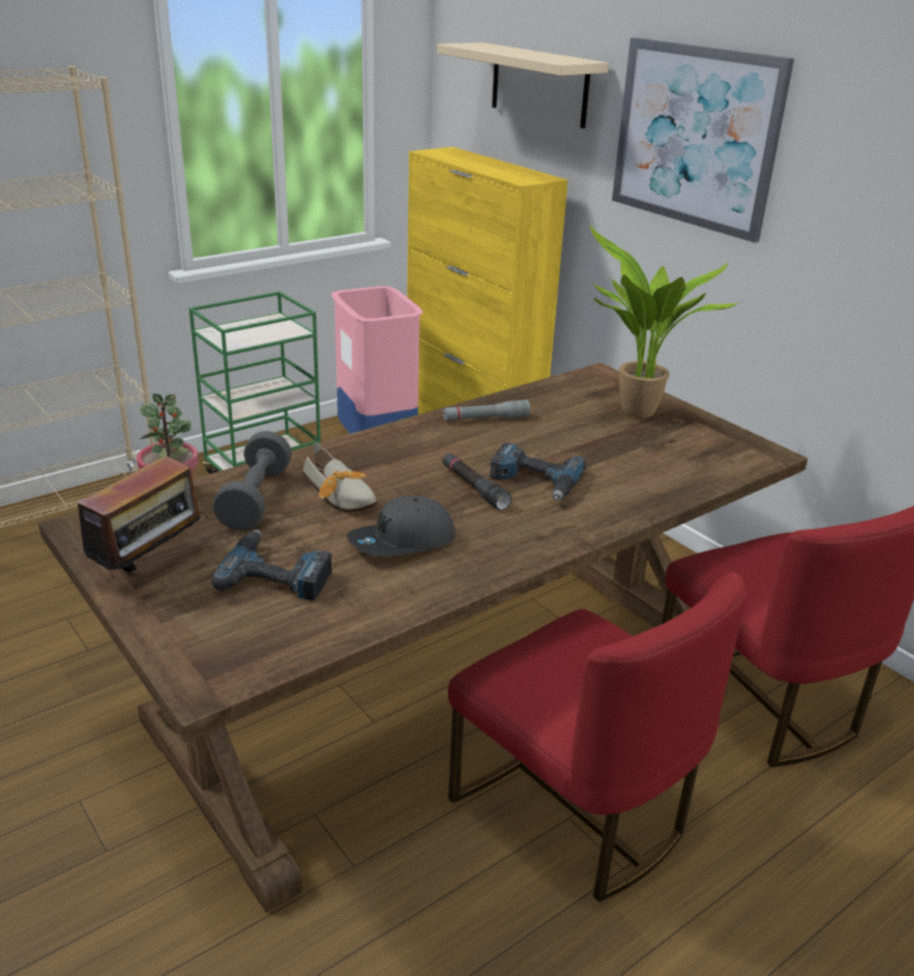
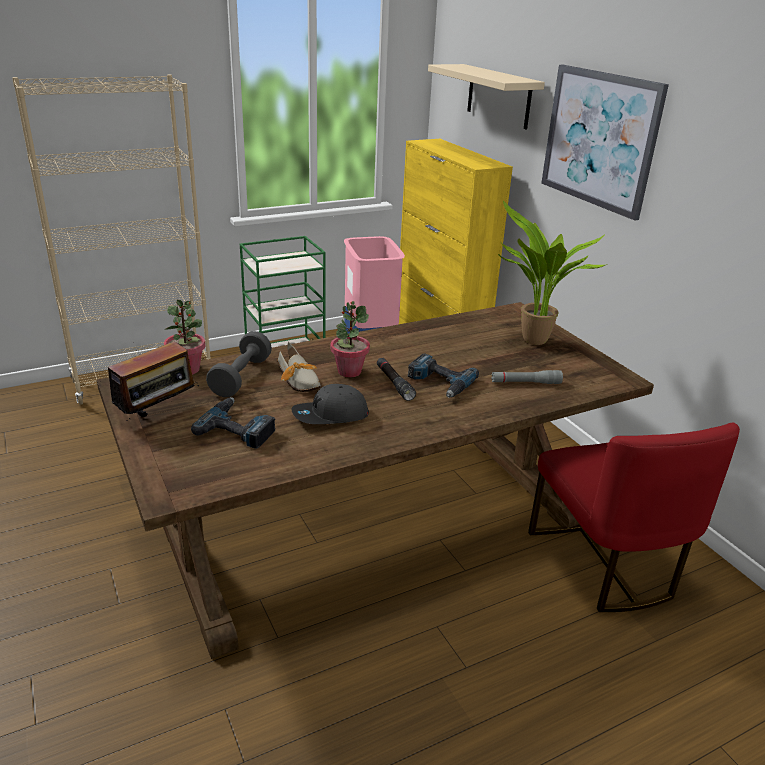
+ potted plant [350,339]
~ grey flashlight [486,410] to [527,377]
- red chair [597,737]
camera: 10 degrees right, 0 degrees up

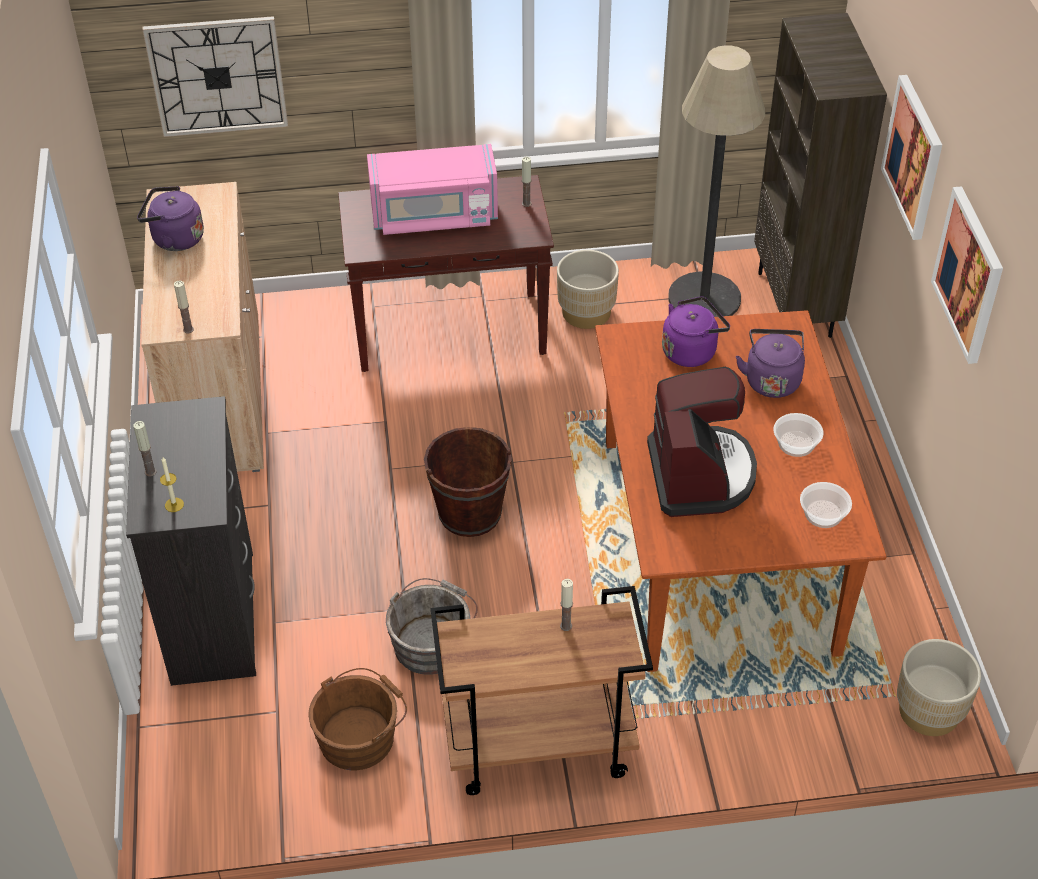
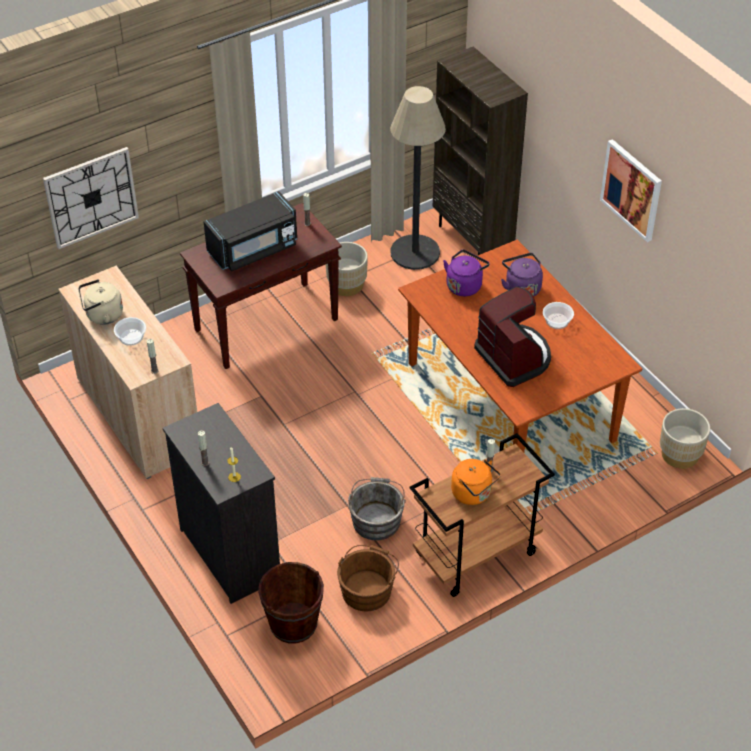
~ purple kettle [170,218] to beige kettle [100,302]
~ bowl [826,505] to [130,331]
~ pink microwave [432,189] to black microwave [250,231]
~ brown bucket [468,482] to [291,603]
+ orange kettle [476,482]
- picture [911,157]
camera: 25 degrees left, 0 degrees up

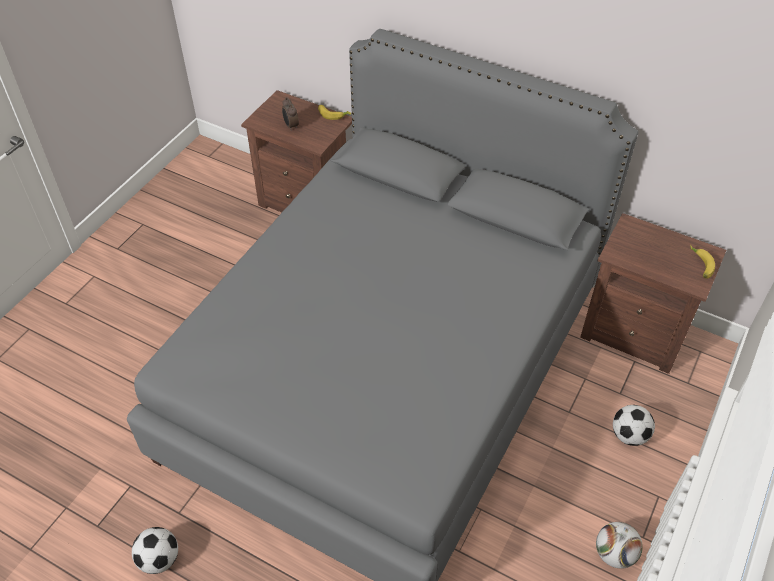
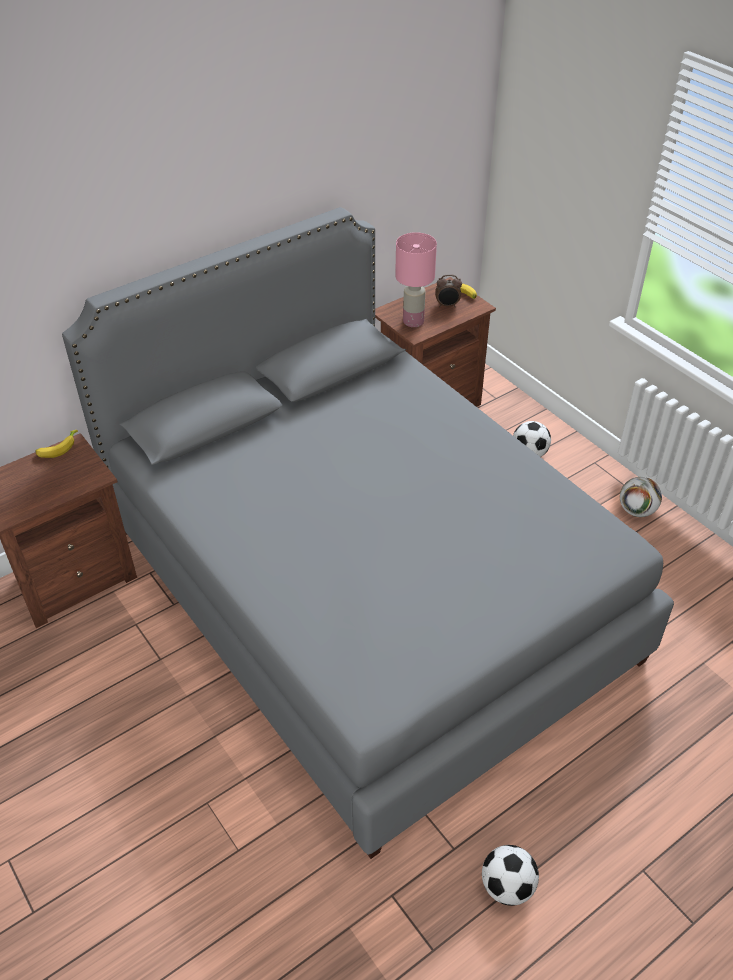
+ pink table lamp [416,279]
~ alarm clock [290,114] to [448,290]
camera: 65 degrees left, 5 degrees down

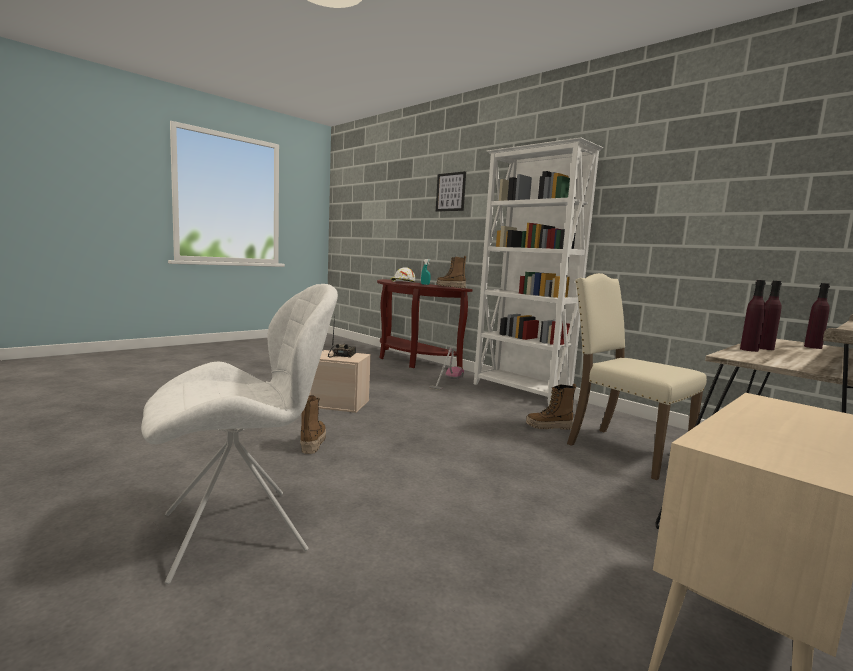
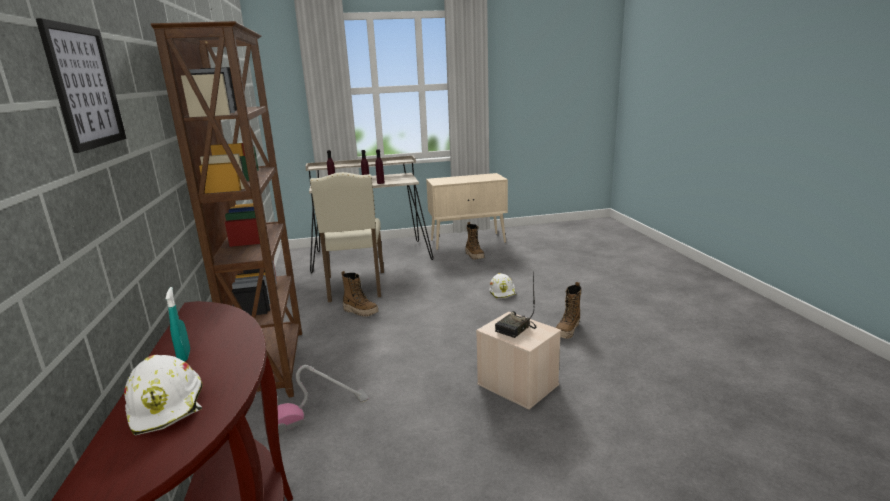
~ white bookcase [538,271] to brown bookcase [226,209]
~ boot [451,272] to [475,241]
+ white hard hat [502,286]
- white chair [239,434]
camera: 145 degrees left, 10 degrees up

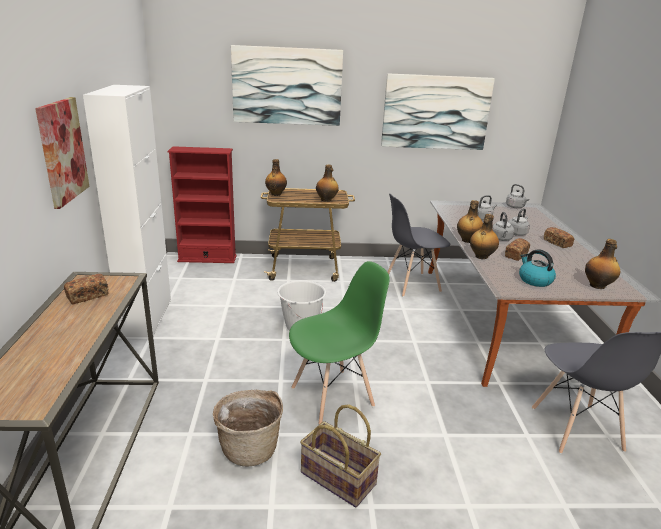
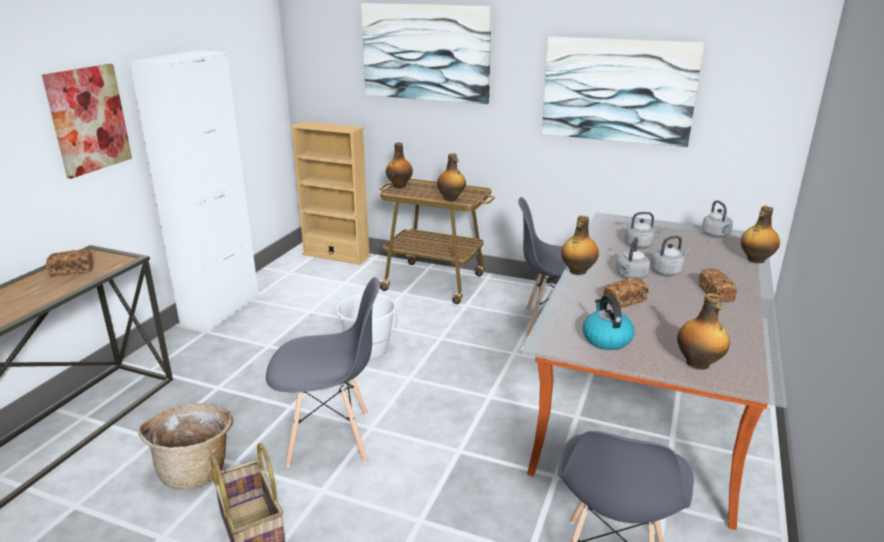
~ green chair [339,342] to grey chair [323,372]
~ red bookcase [202,204] to beige bookcase [330,193]
~ bottle [484,236] to [760,234]
camera: 25 degrees right, 0 degrees up

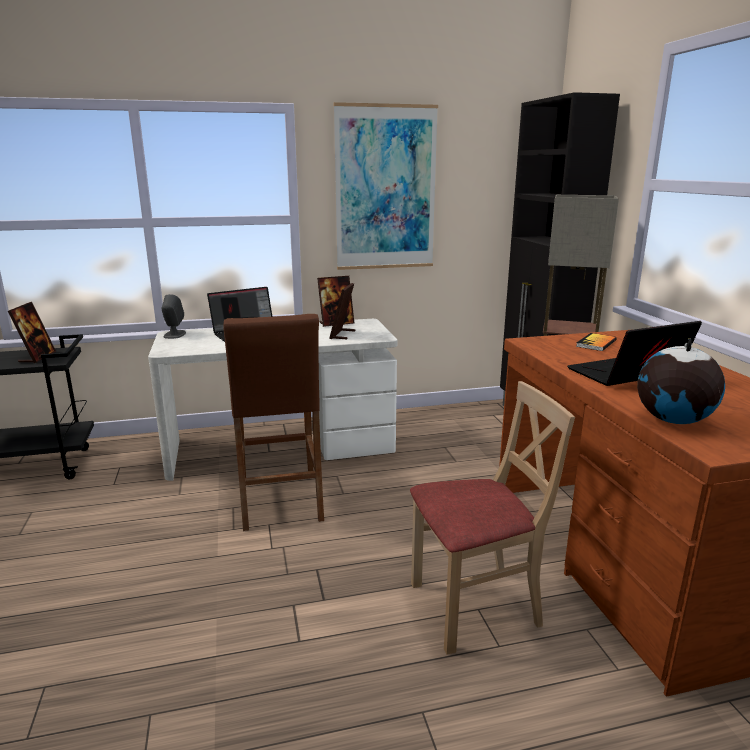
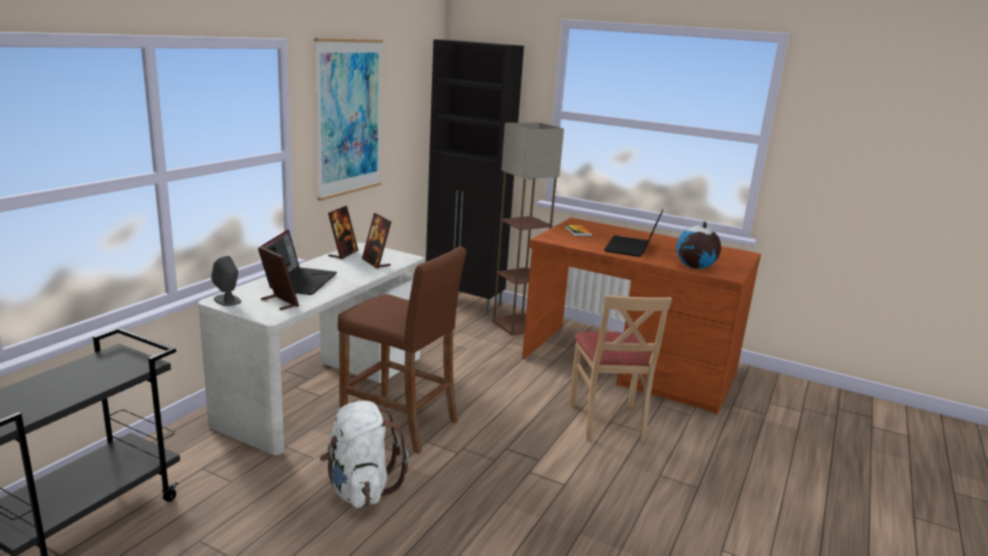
~ picture frame [32,332] to [278,278]
+ white backpack [364,454]
~ beige chair [492,517] = [620,368] 150 degrees clockwise
camera: 50 degrees left, 0 degrees up

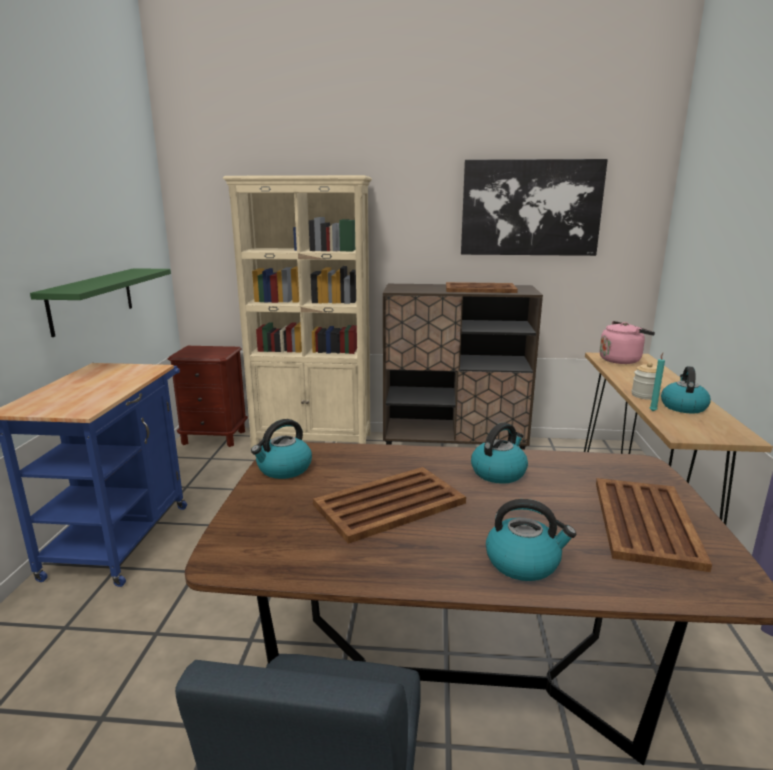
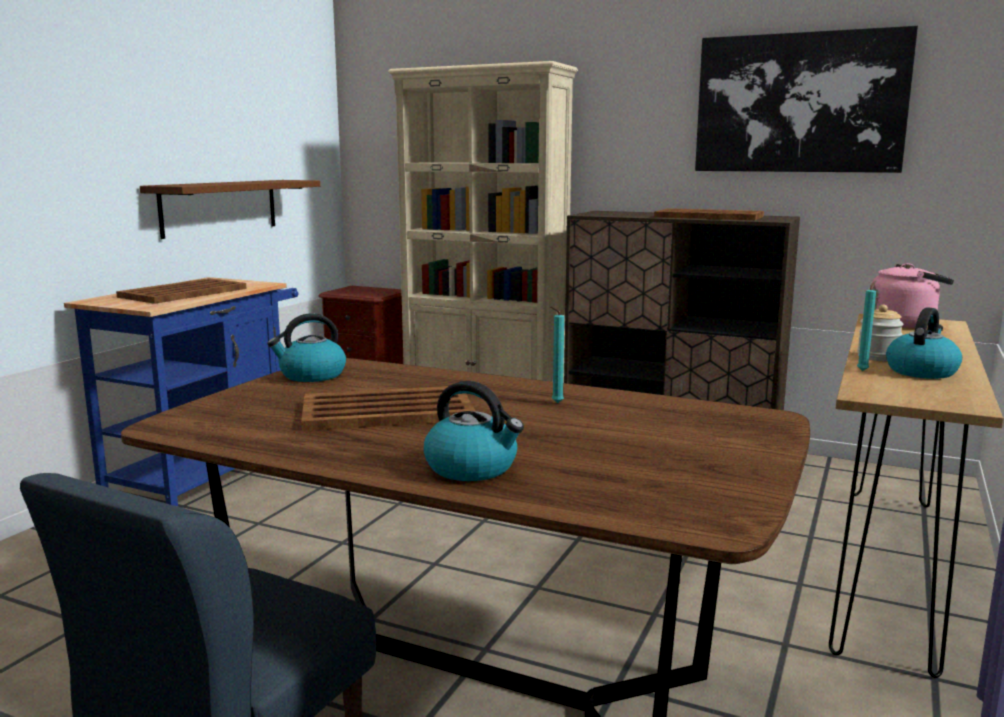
~ brown tray [654,525] to [181,291]
~ green shelf [100,302] to brown shelf [230,209]
~ kettle [499,453] to turquoise candle [557,355]
camera: 20 degrees right, 5 degrees down

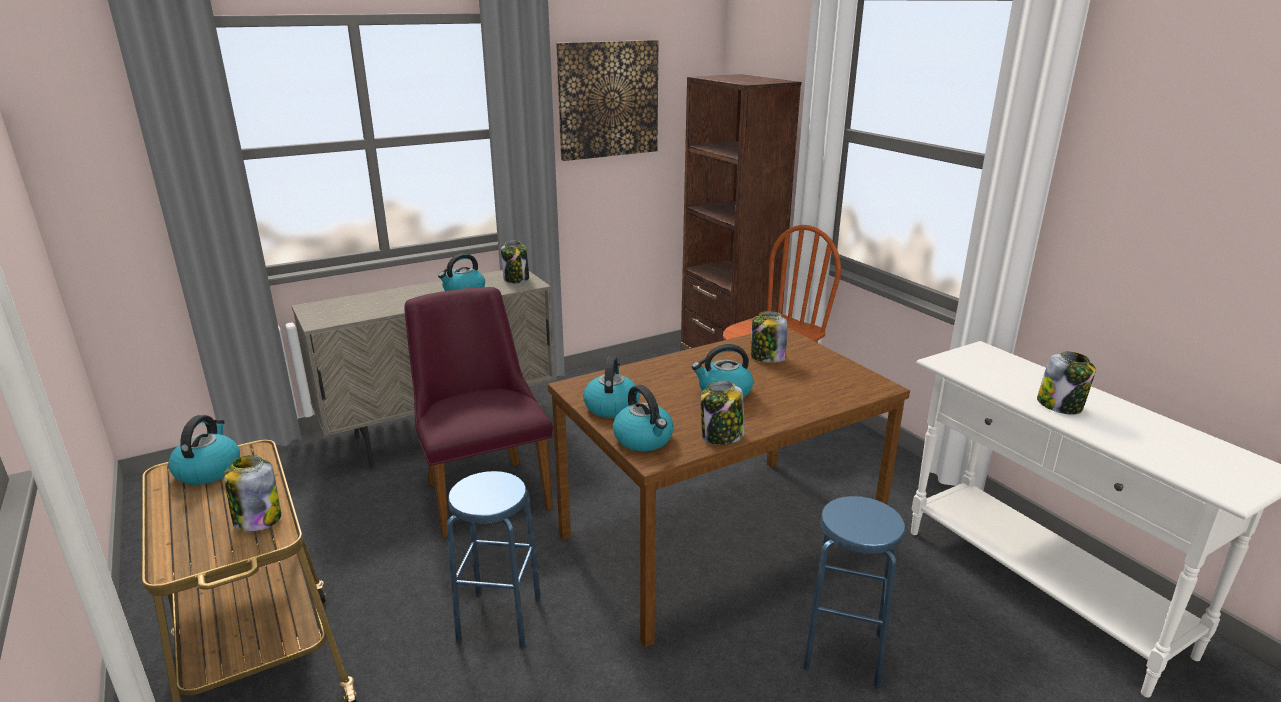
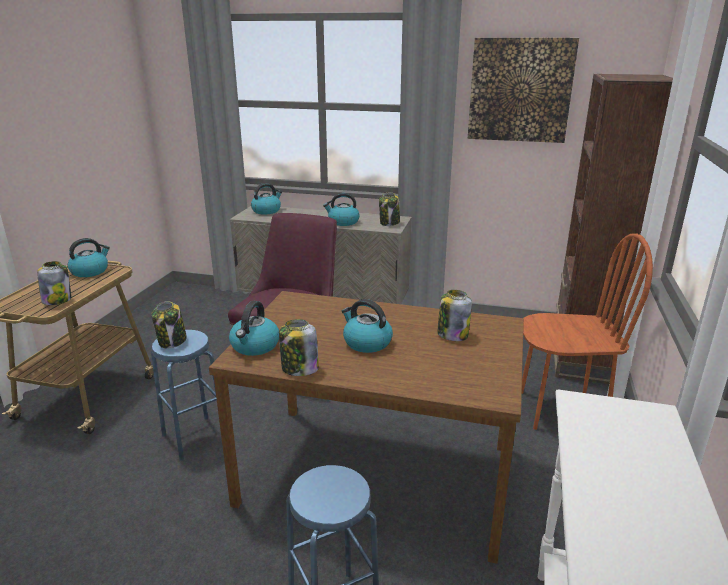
~ jar [1066,382] to [169,325]
~ kettle [611,387] to [266,198]
camera: 45 degrees right, 0 degrees up

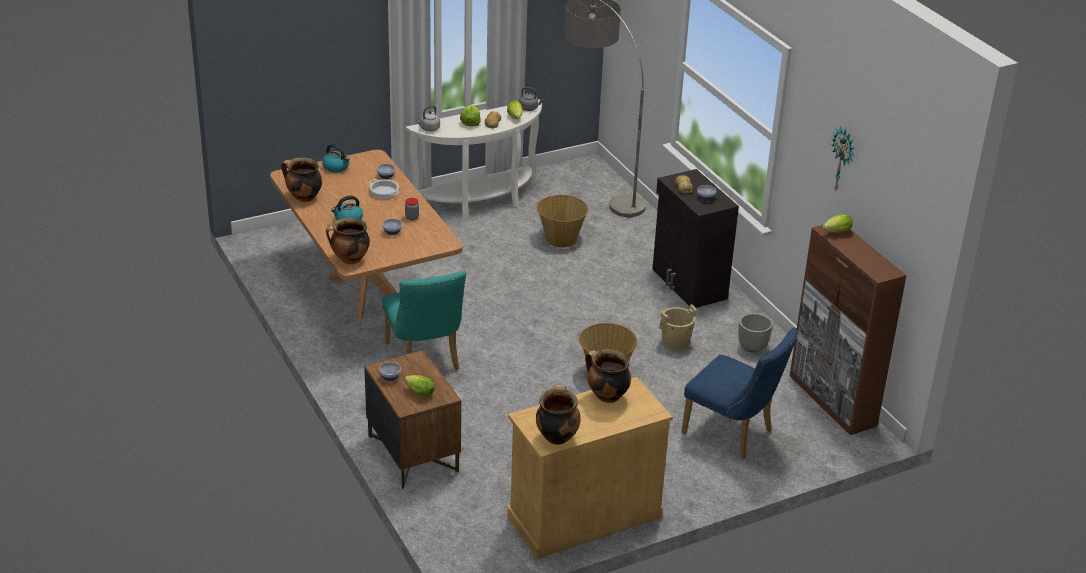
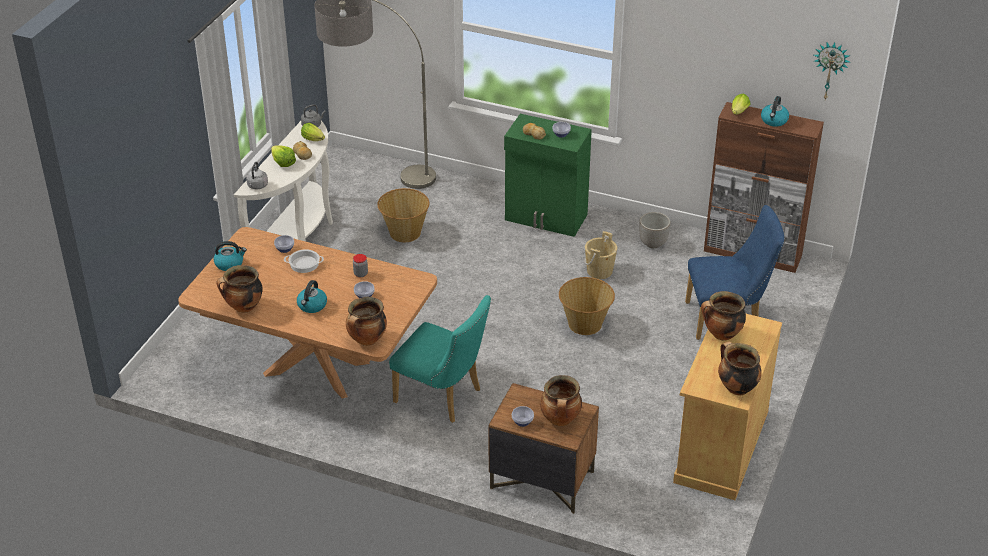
~ black cabinet [695,238] to green cabinet [548,175]
~ lettuce [419,386] to cooking pot [561,400]
+ kettle [775,111]
~ wall clock [843,159] to [832,70]
camera: 40 degrees left, 5 degrees up

